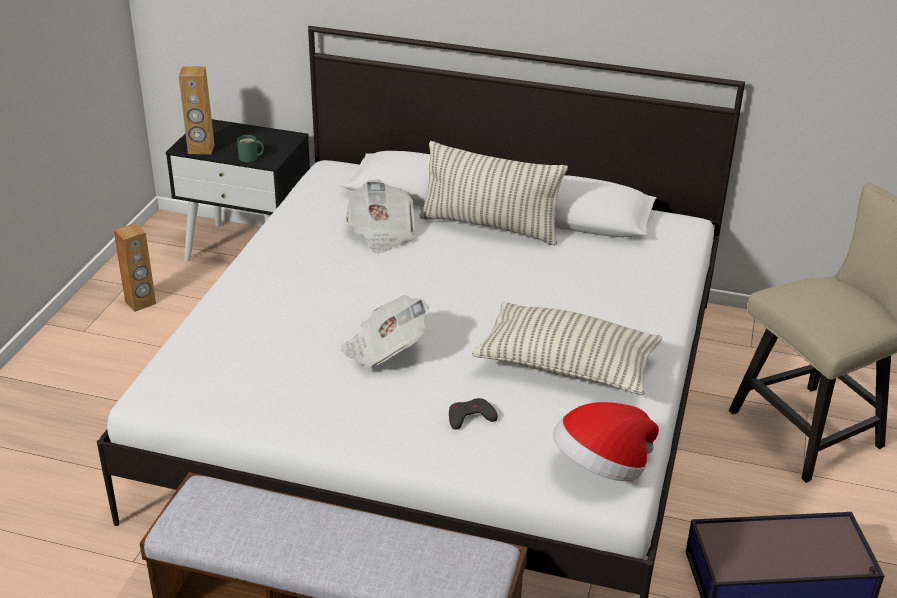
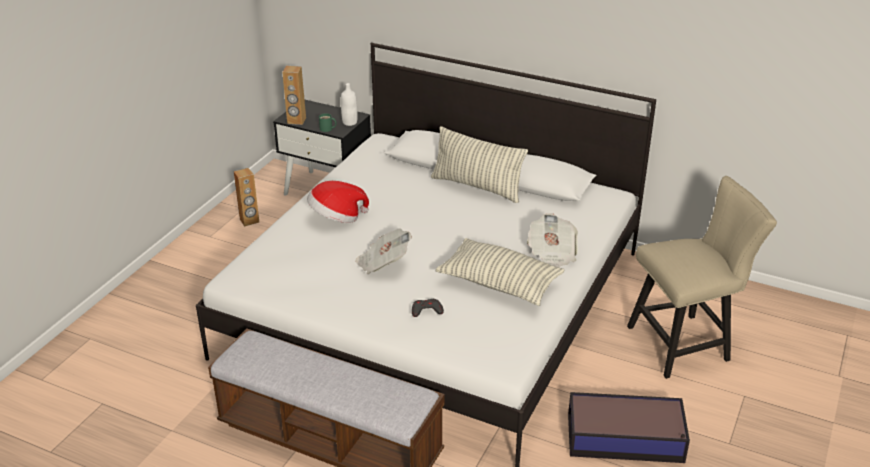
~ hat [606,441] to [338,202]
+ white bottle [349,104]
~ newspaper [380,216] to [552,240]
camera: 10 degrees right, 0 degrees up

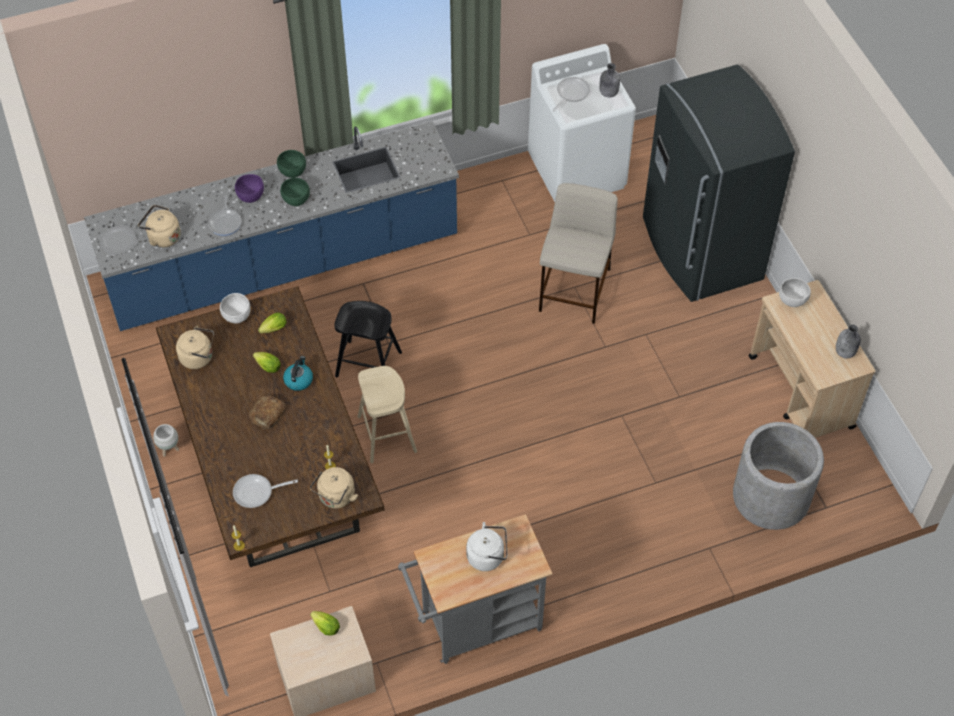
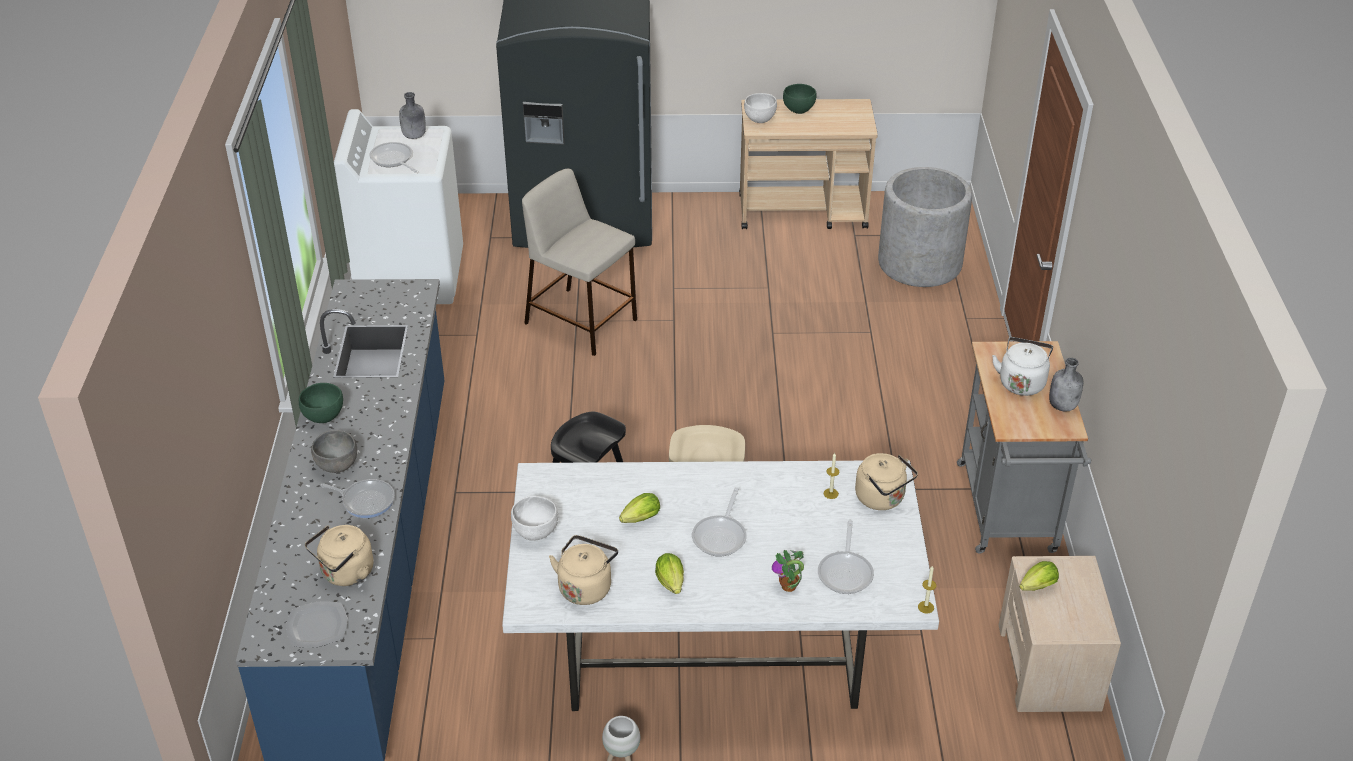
~ purple bowl [249,188] to grey bowl [334,451]
~ brown dining table [270,426] to white dining table [720,585]
~ lettuce [272,323] to [669,573]
~ bread [267,412] to frying pan [719,521]
+ potted plant [788,571]
~ green bowl [295,192] to [800,99]
~ grey bottle [848,341] to [1066,385]
- kettle [298,373]
camera: 70 degrees left, 15 degrees down

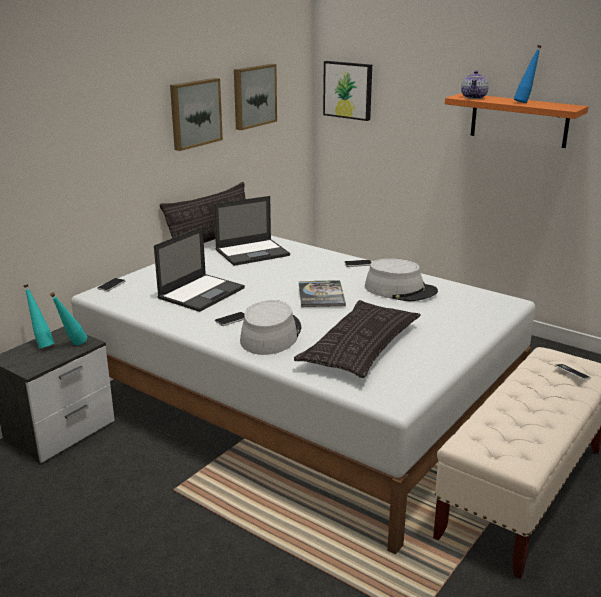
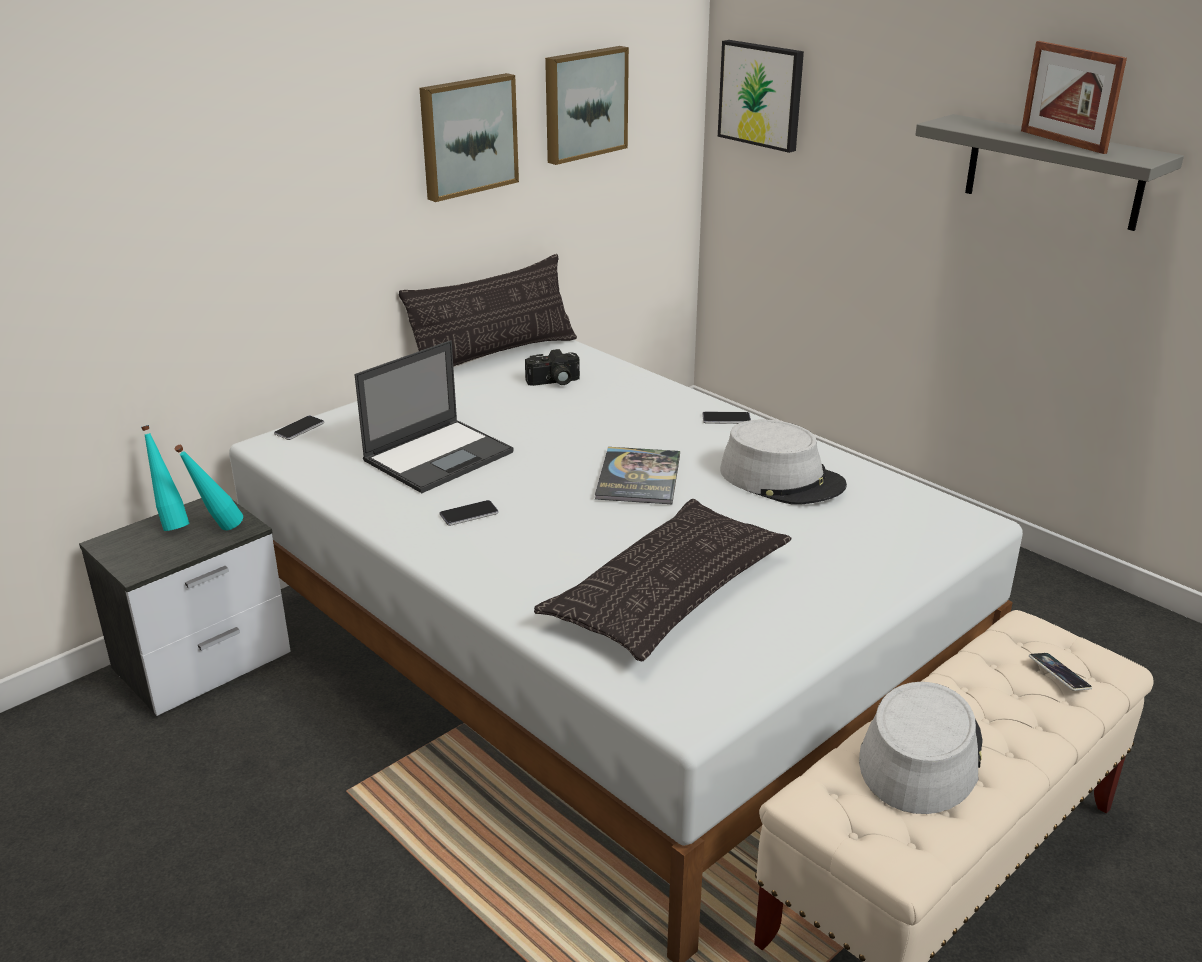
~ laptop [252,231] to photo camera [552,367]
~ grey hat [270,327] to [920,748]
~ orange shelf [517,120] to grey shelf [1049,172]
~ blue bottle [528,74] to picture frame [1074,97]
- teapot [475,85]
camera: 10 degrees right, 5 degrees up

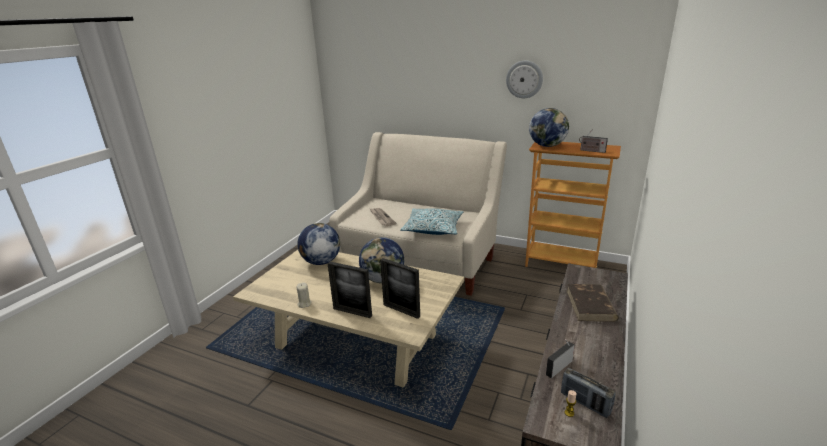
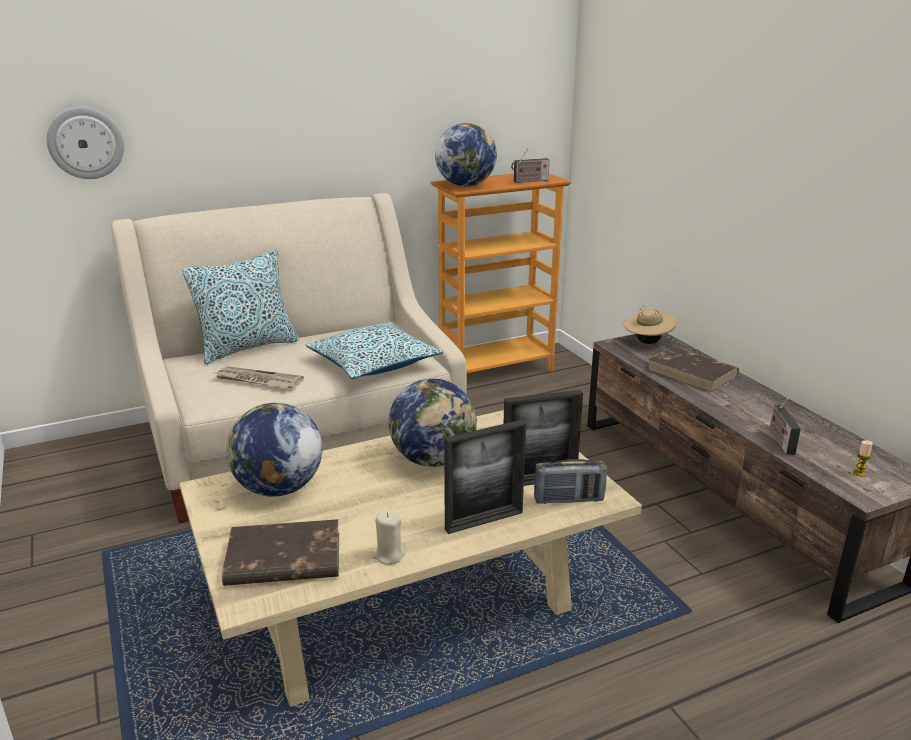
~ wall clock [524,79] to [85,143]
+ pillow [240,307]
+ brown book [280,552]
~ radio [588,393] to [570,481]
+ beige hat [650,324]
camera: 50 degrees left, 0 degrees up

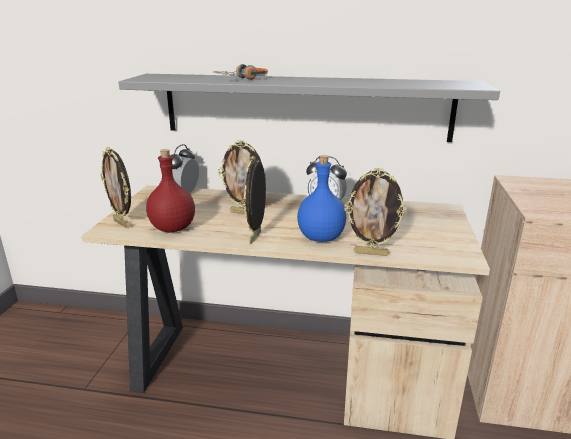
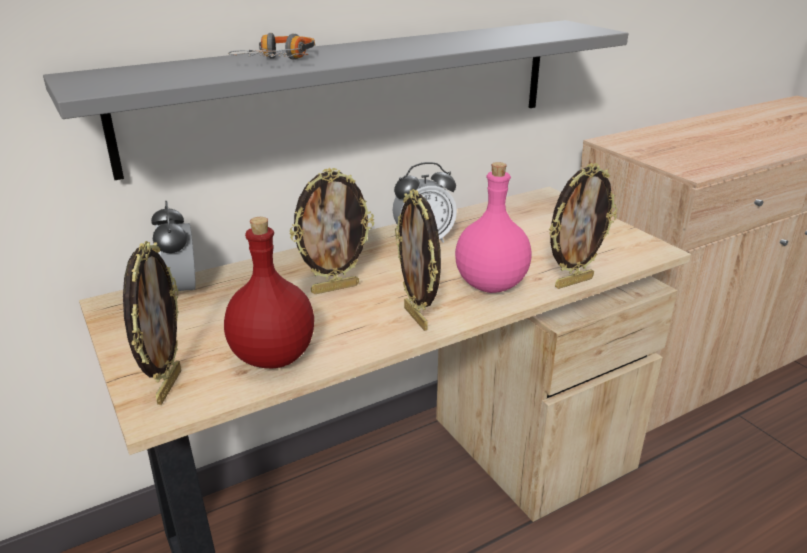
~ picture frame [116,187] = [152,323] 90 degrees counterclockwise
~ blue bottle [321,198] to pink bottle [493,227]
camera: 40 degrees left, 5 degrees up

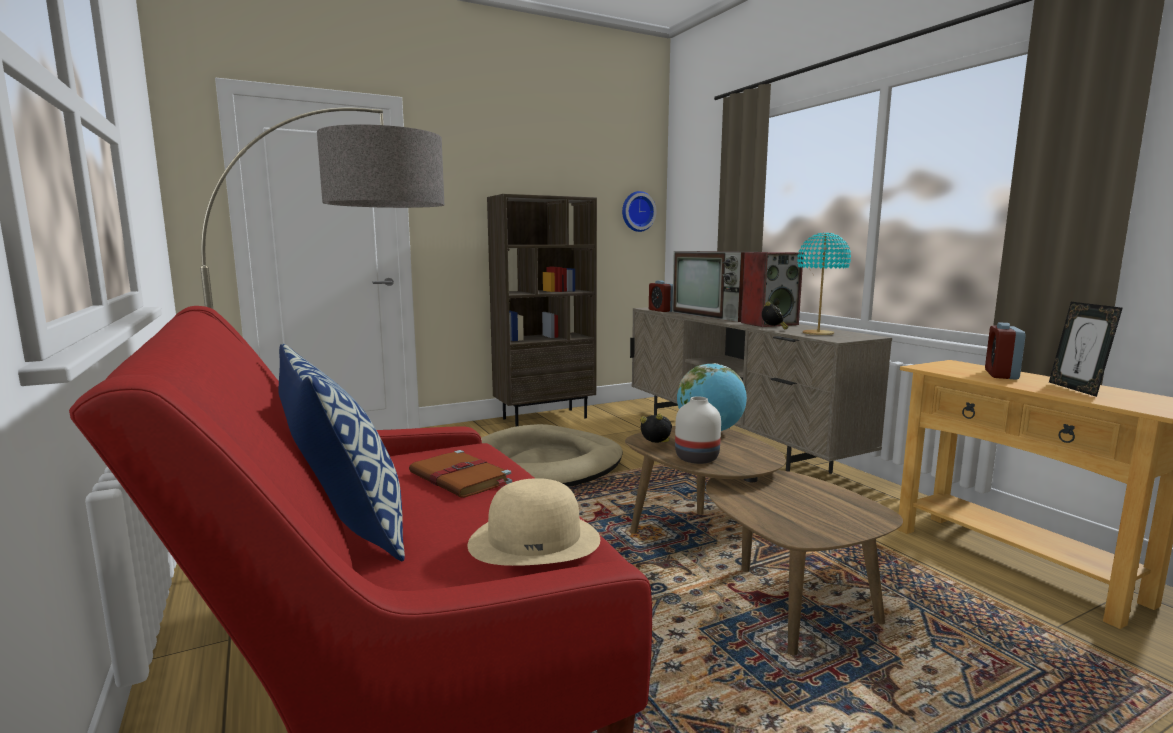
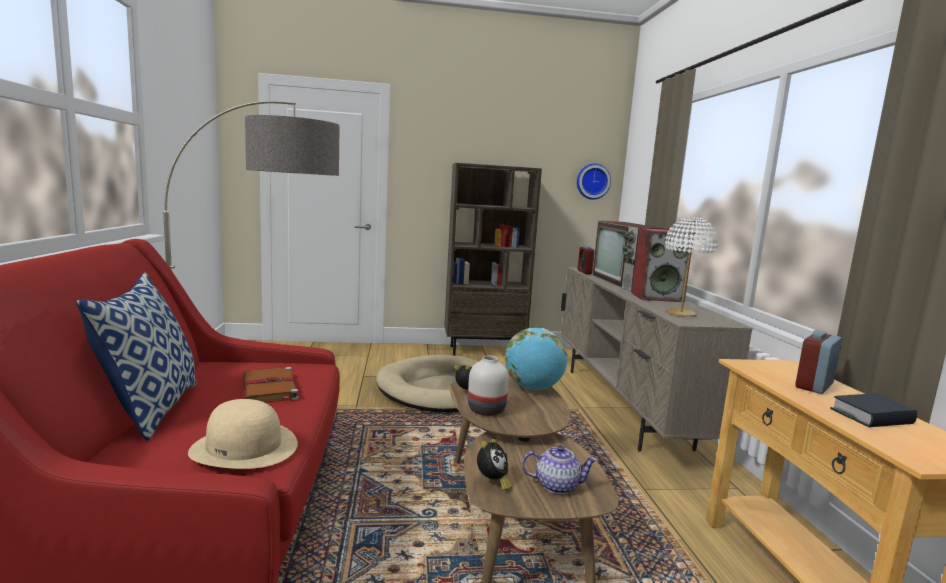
~ alarm clock [775,315] to [495,465]
+ teapot [559,469]
~ turquoise table lamp [824,284] to white table lamp [691,267]
~ picture frame [1086,349] to book [873,410]
camera: 20 degrees right, 0 degrees up

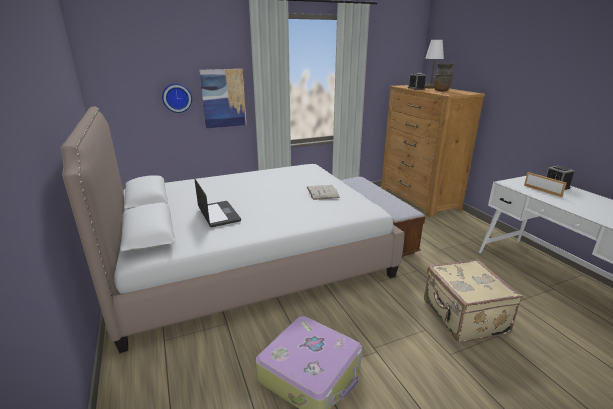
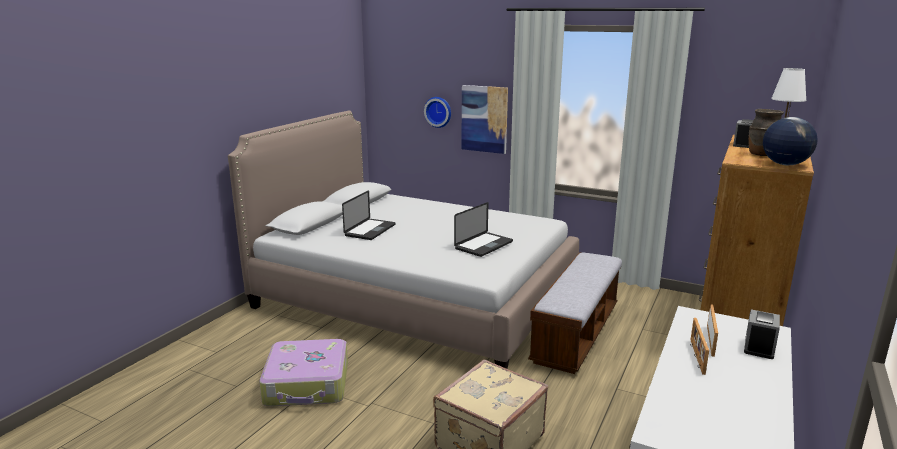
~ white book [323,192] to laptop [483,229]
+ picture frame [699,346]
+ globe [790,141]
camera: 50 degrees right, 5 degrees down

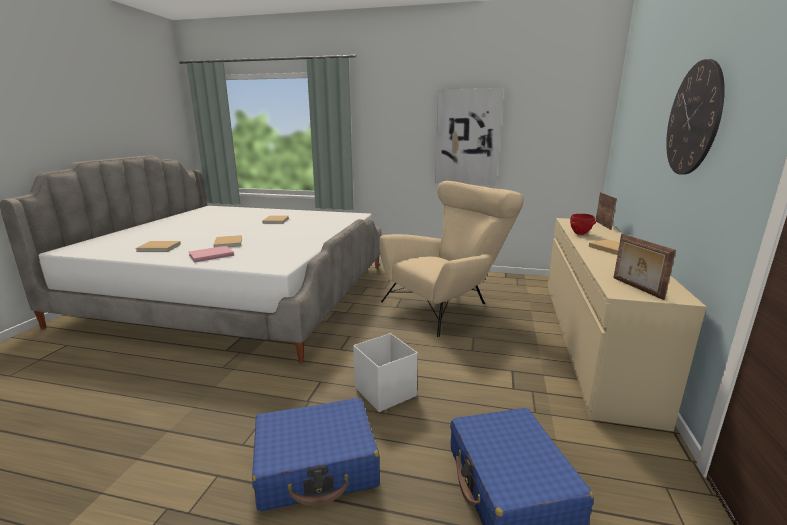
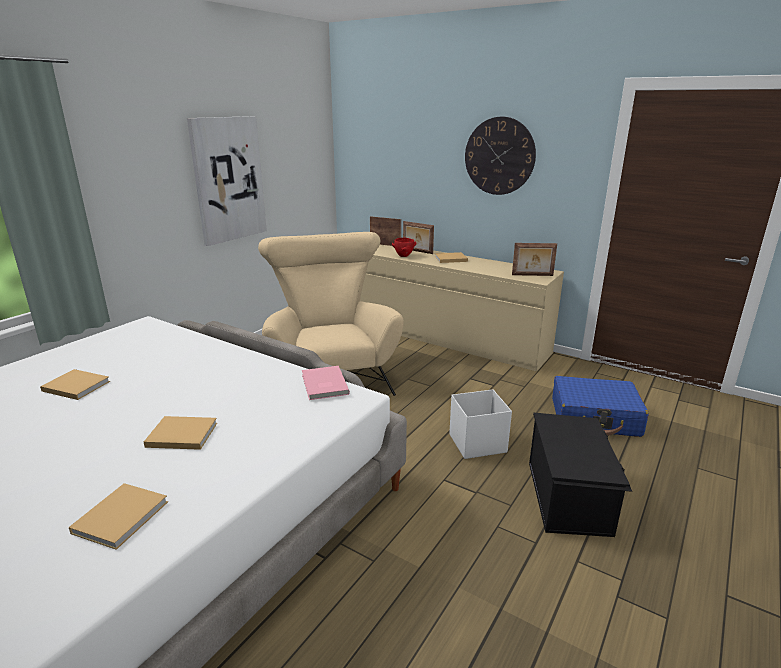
~ pink book [211,254] to [326,383]
+ picture frame [418,237]
~ blue suitcase [316,454] to black storage box [580,475]
camera: 70 degrees left, 5 degrees up

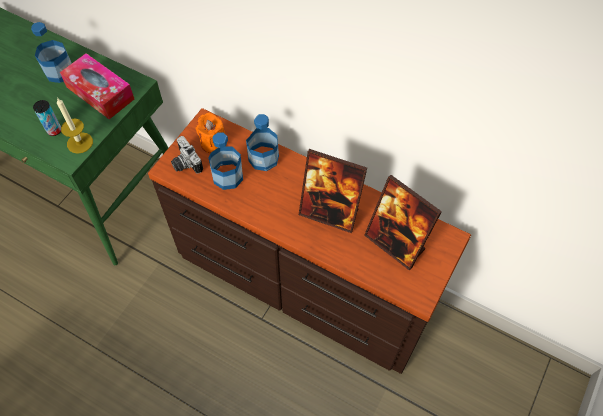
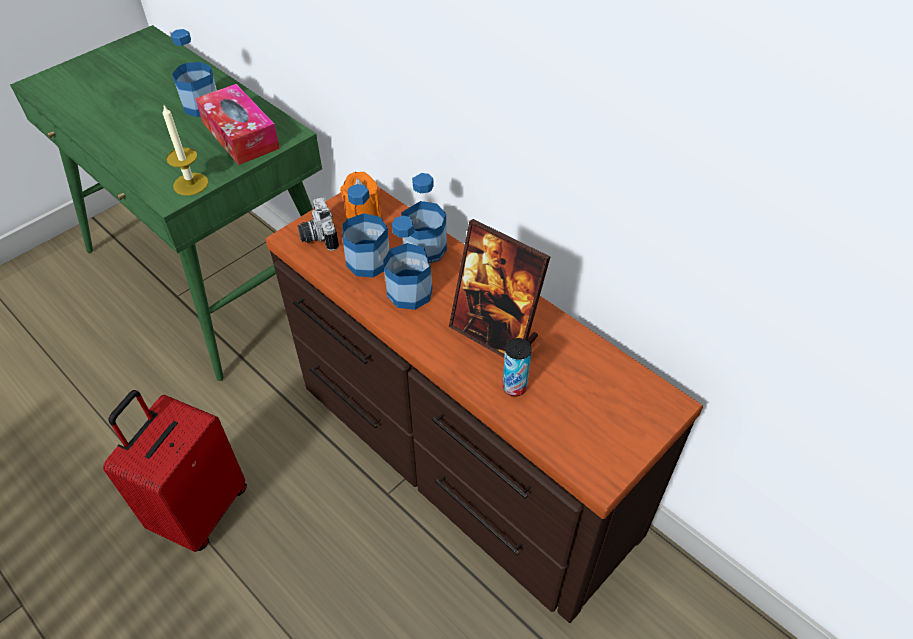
+ red suitcase [175,471]
+ bottle [408,263]
~ can [47,118] to [517,367]
- picture frame [403,223]
camera: 15 degrees right, 10 degrees down

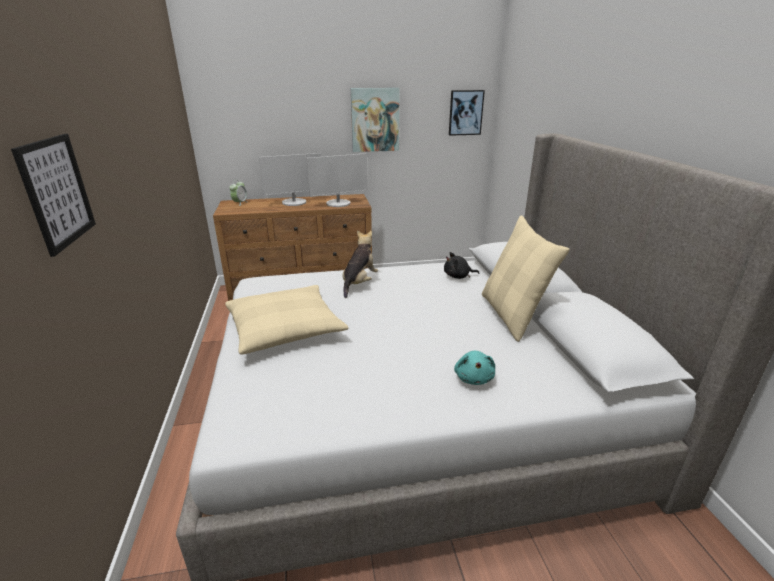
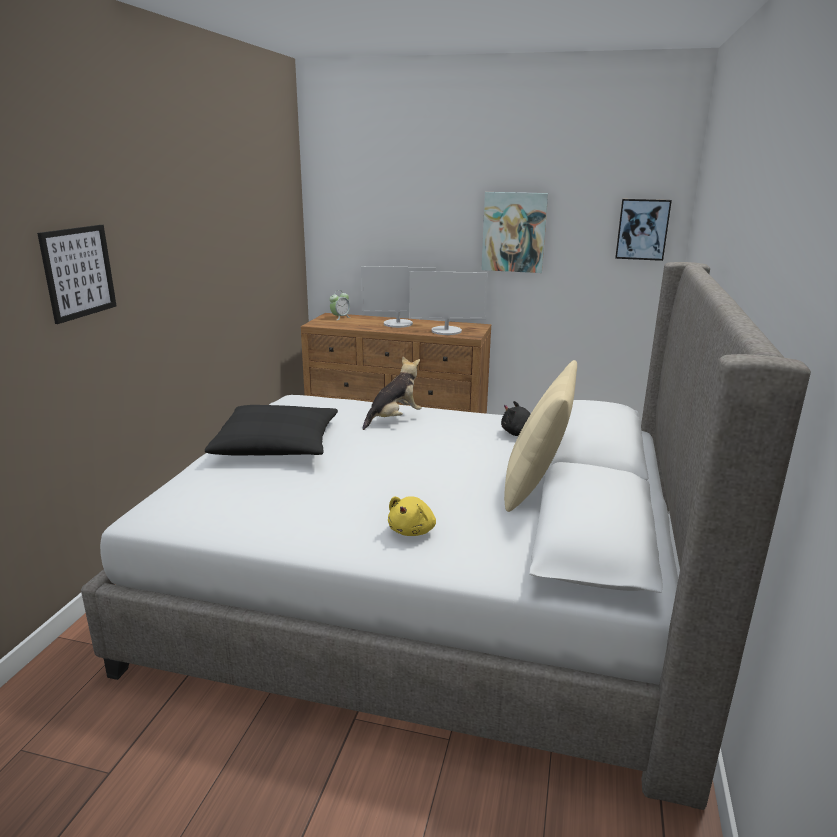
~ beige pillow [287,319] to black pillow [271,430]
~ turquoise plush toy [474,368] to yellow plush toy [412,516]
camera: 25 degrees right, 5 degrees down

